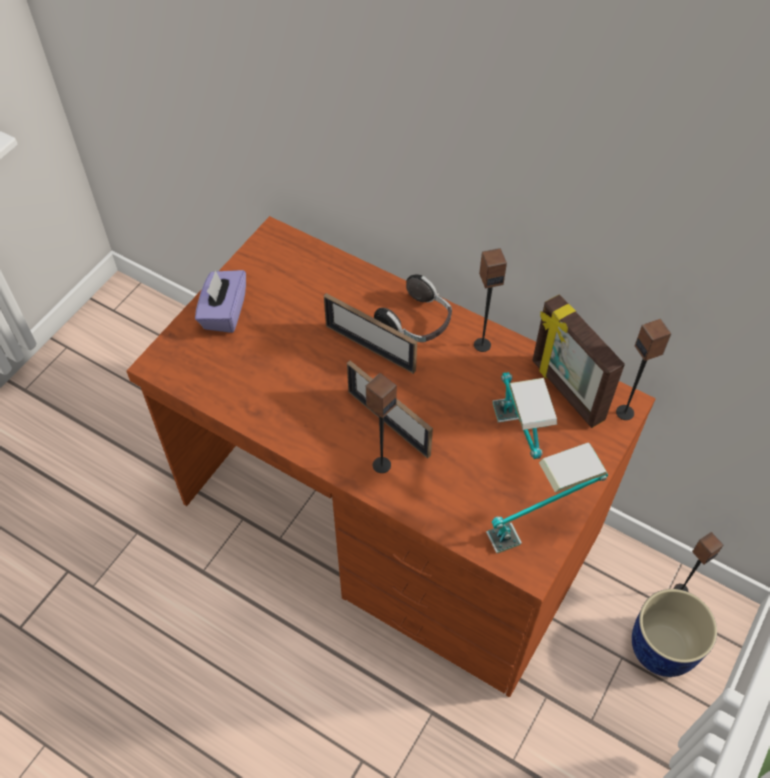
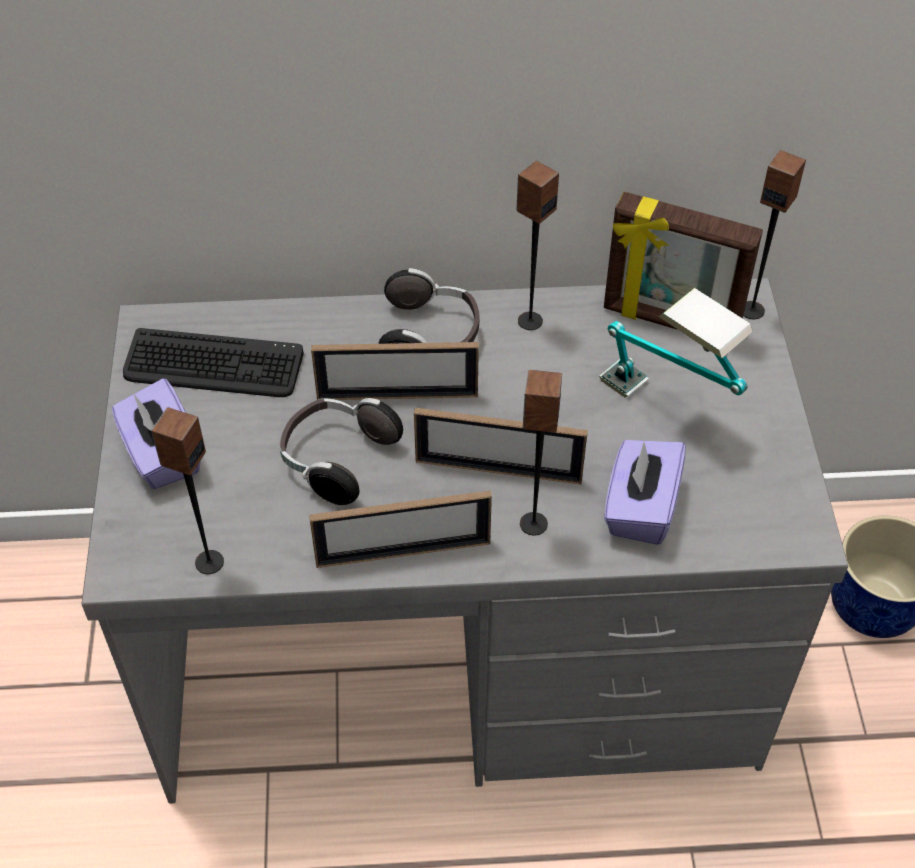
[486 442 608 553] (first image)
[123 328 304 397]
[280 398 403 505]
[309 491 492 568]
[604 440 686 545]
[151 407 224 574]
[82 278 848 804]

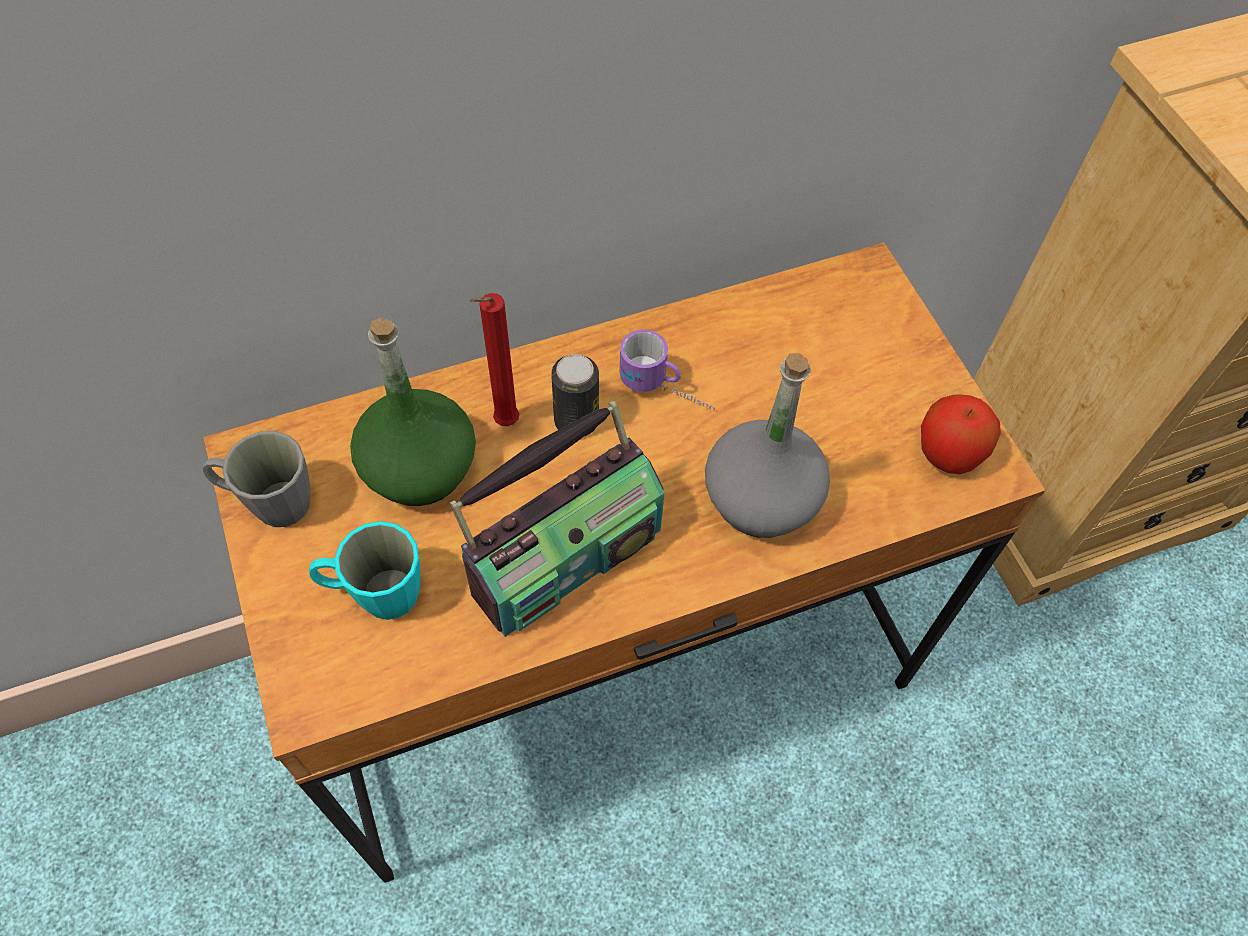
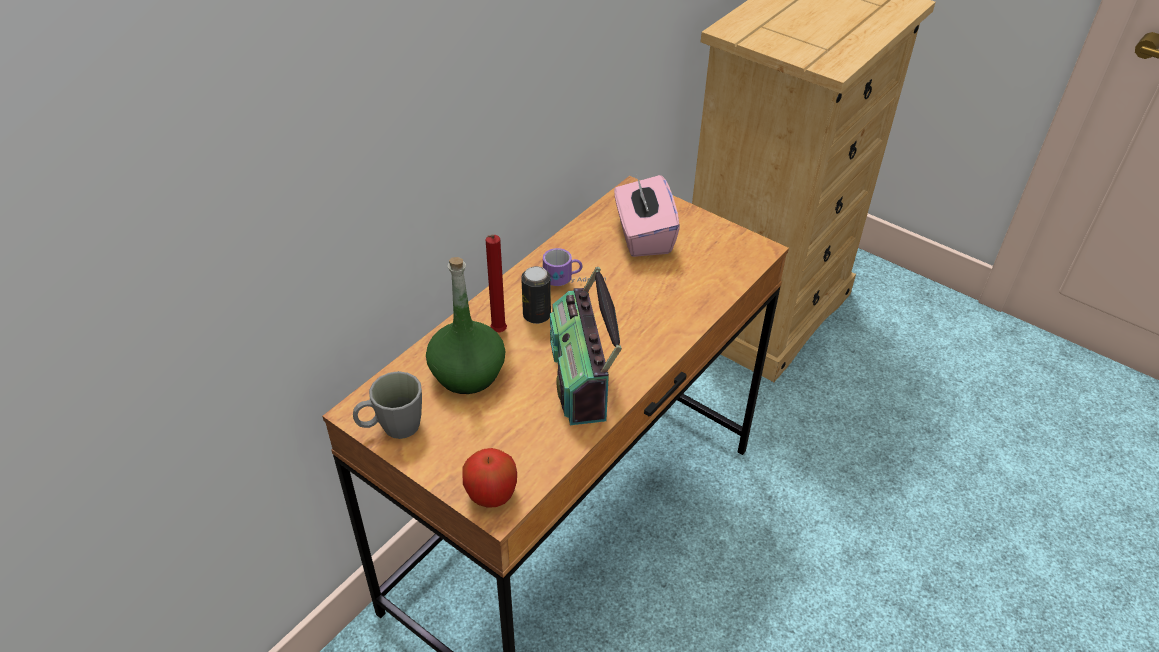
[309 521 420 620] (first image)
[705 353 830 538] (first image)
[614 175 680 257]
[463 448 517 507]
[550 267 622 425]

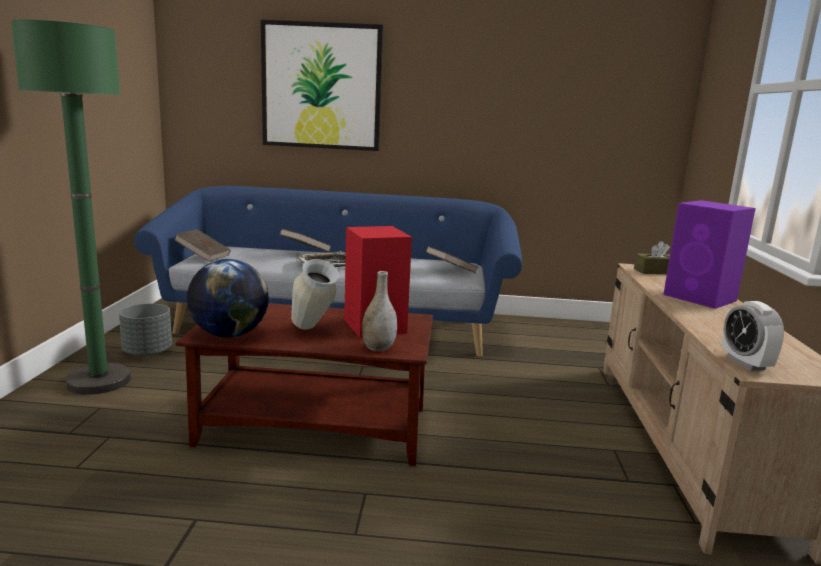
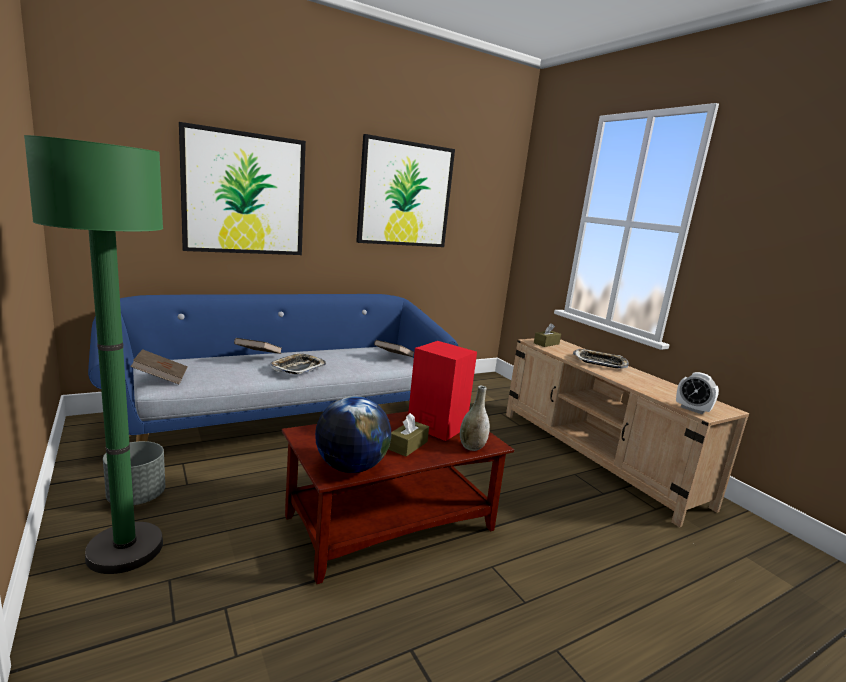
[356 134 455 247]
[388 413 429 456]
[573 349 629 368]

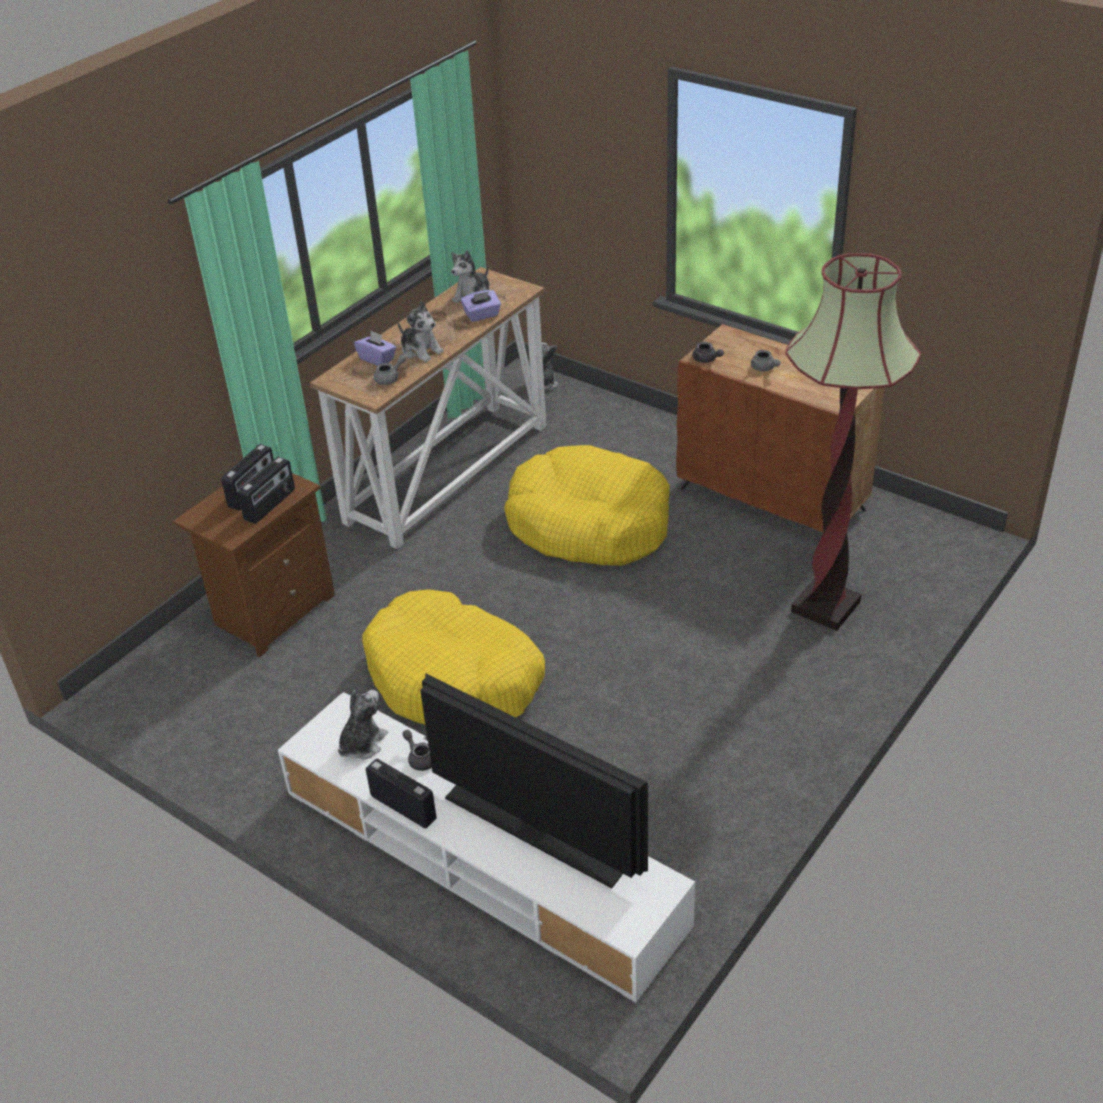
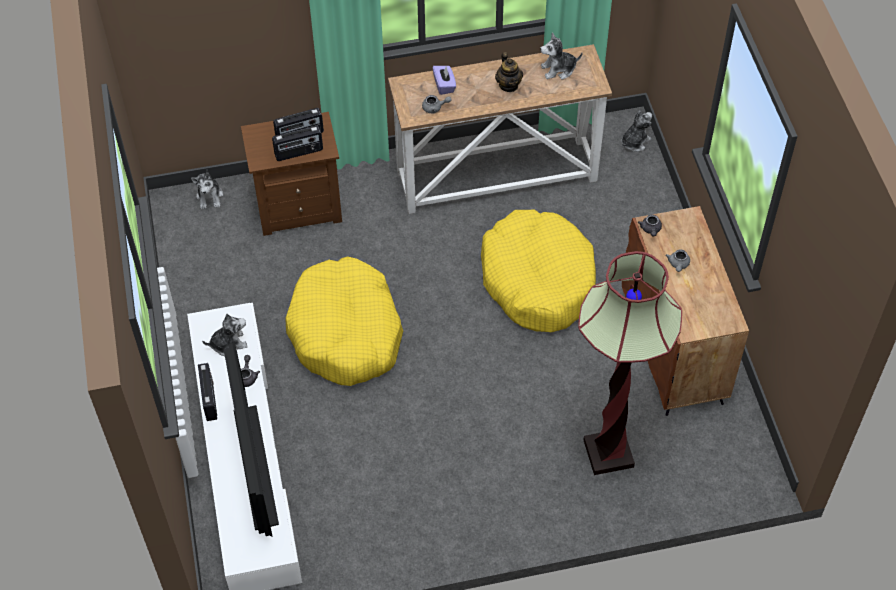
[461 290 501 322] (first image)
[495 52 523 92]
[191 170 223 209]

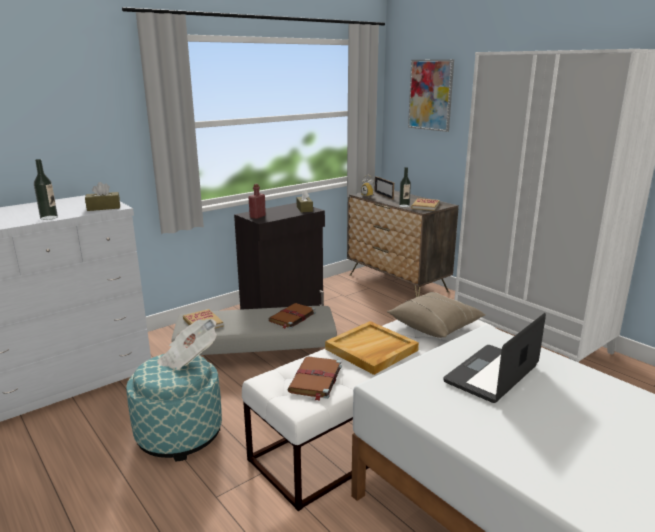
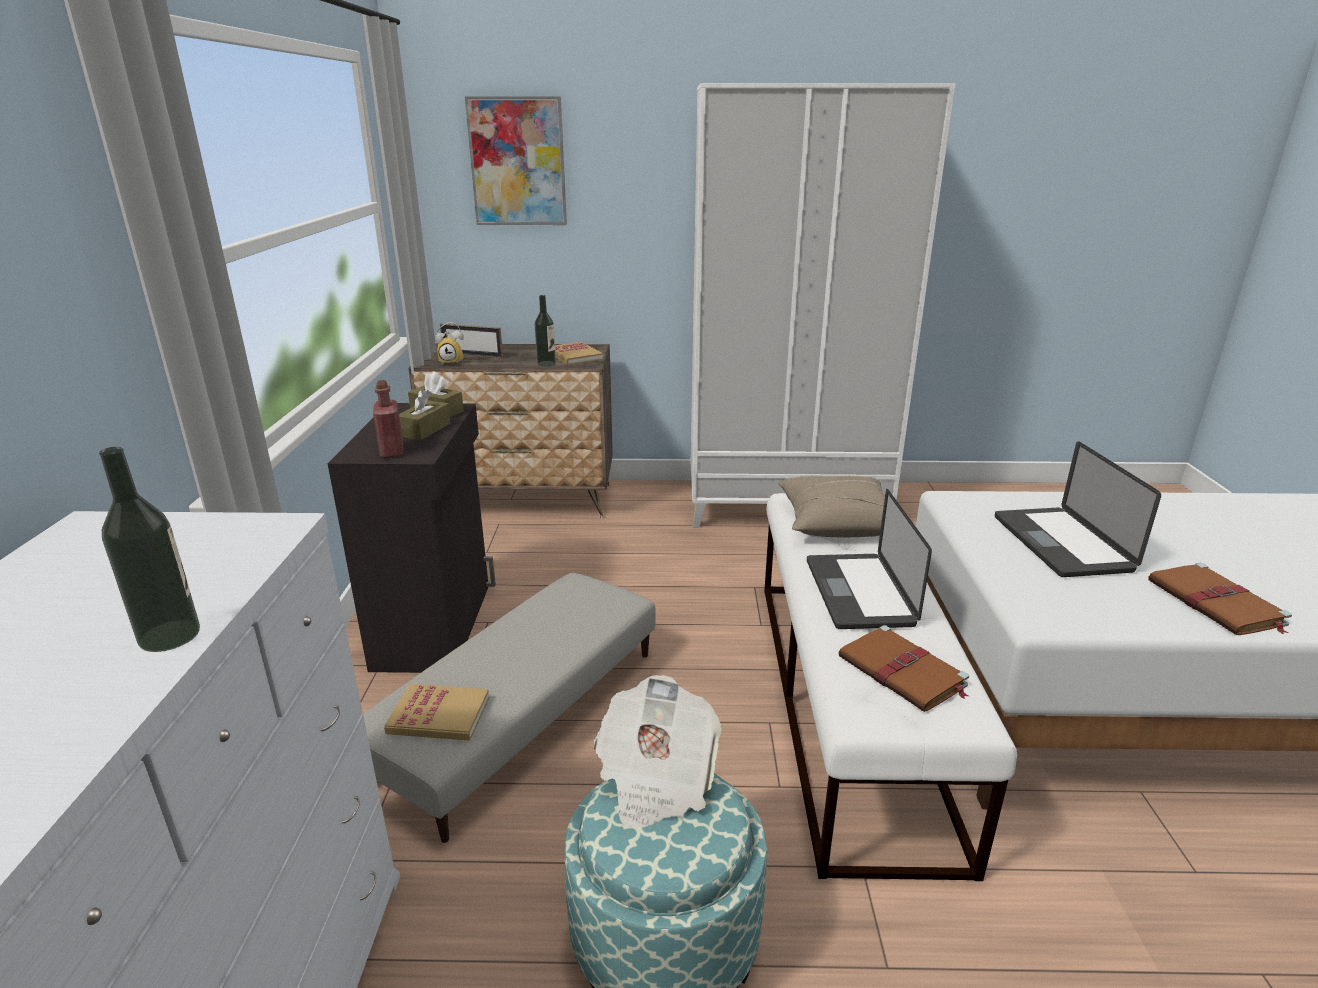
[399 389 451 440]
[1148 563 1292 635]
[807 489 932 629]

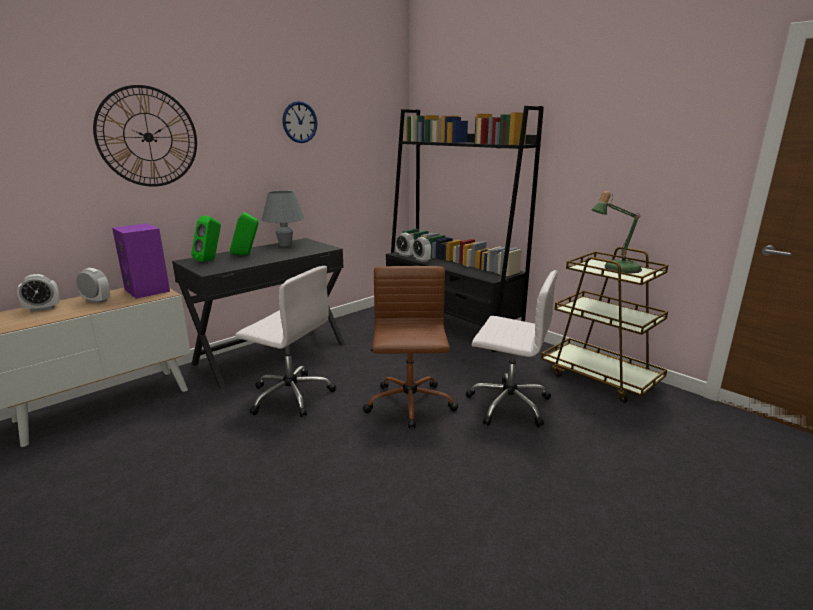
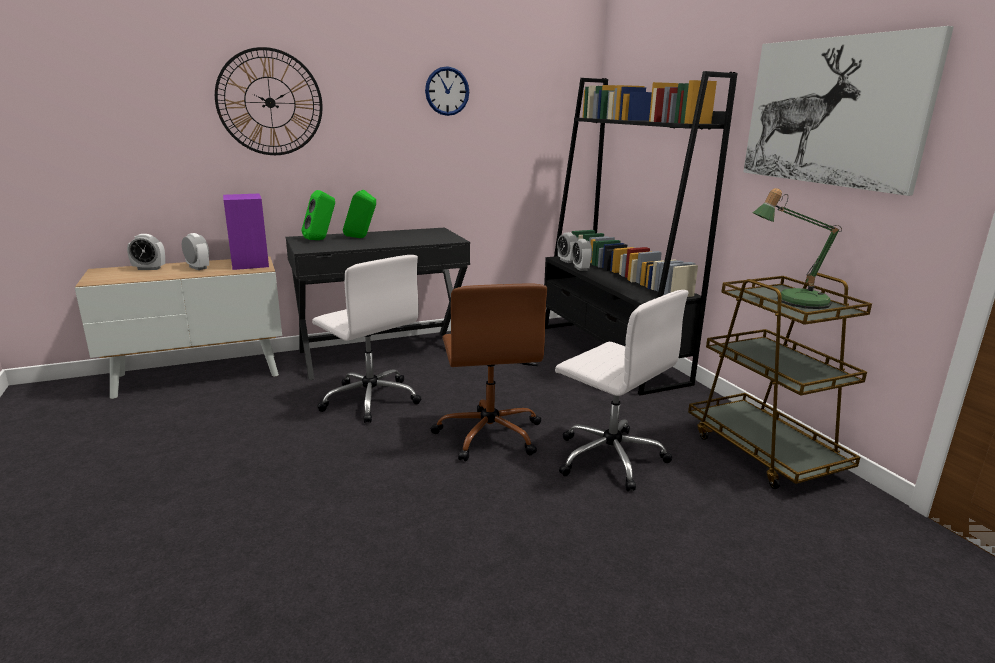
[262 190 304 246] (first image)
[743 26 954 196]
[431 283 547 461]

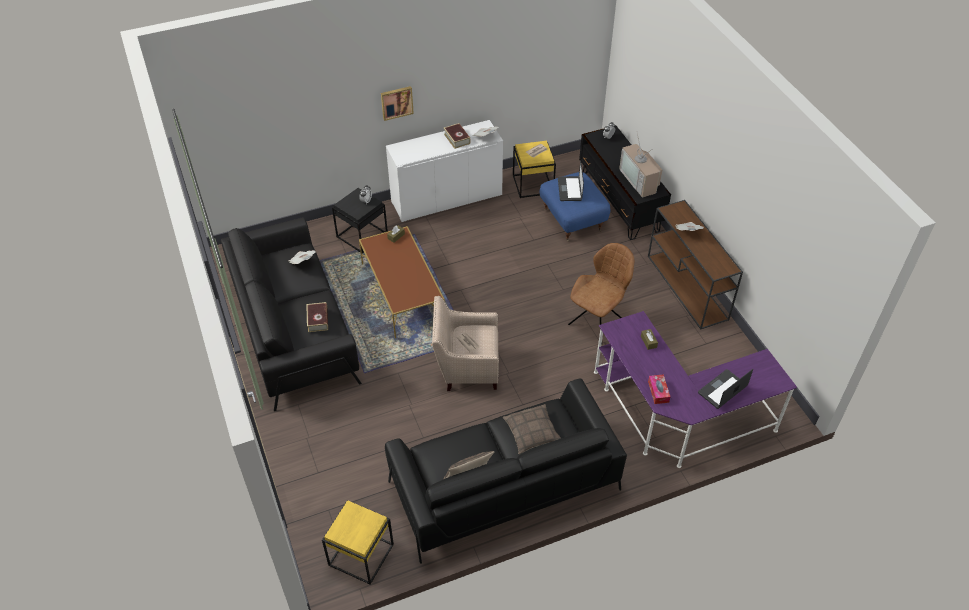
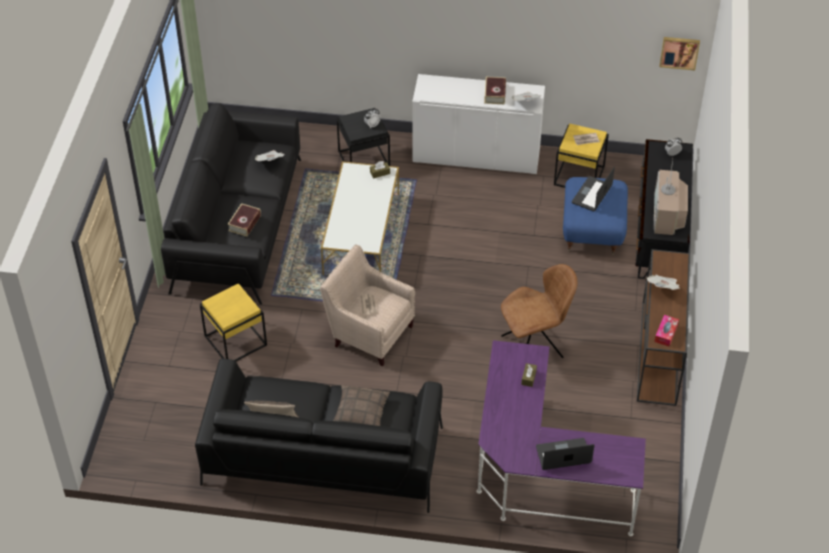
[200 283 267 361]
[660 37 700 70]
[654 315 679 346]
[321 161 399 275]

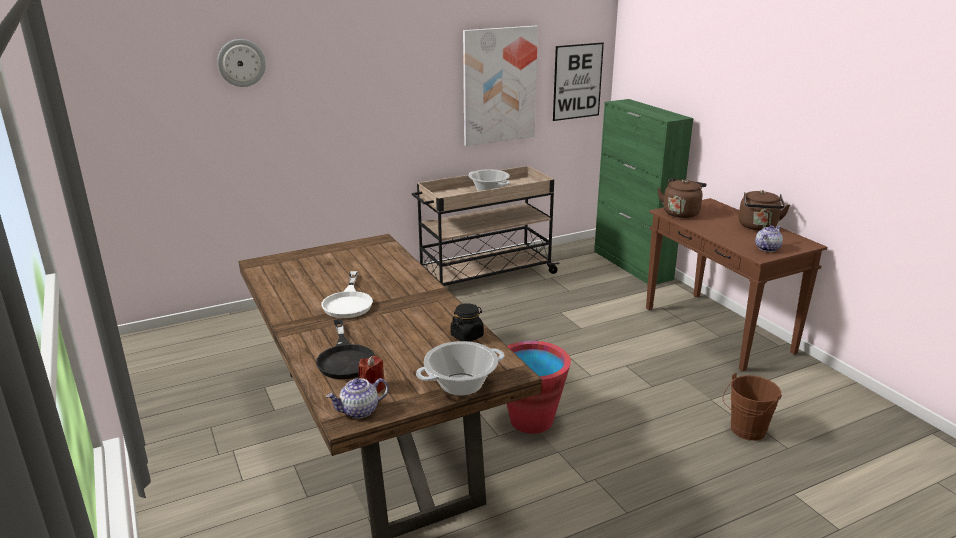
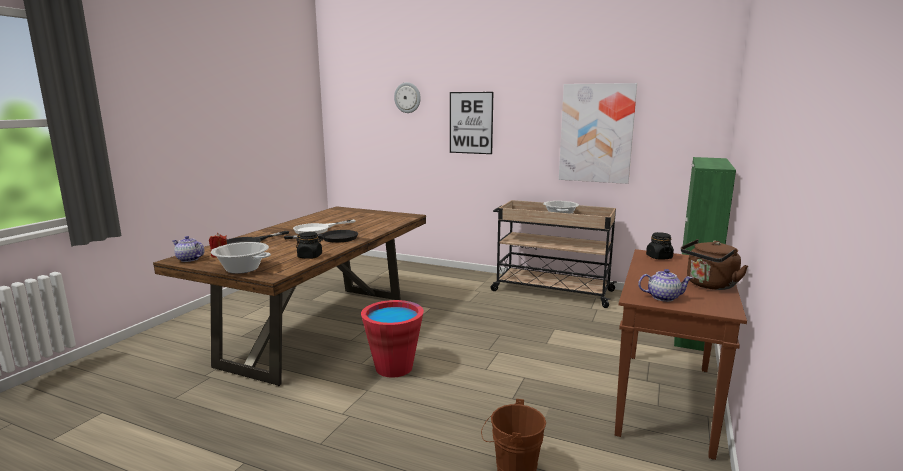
[284 230 358 243]
[450 92 493 154]
[646 232 674 260]

